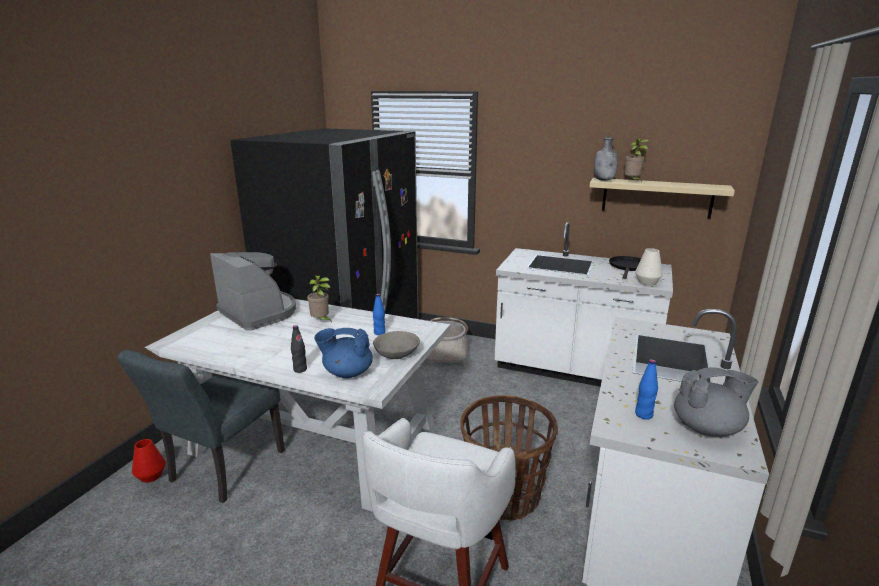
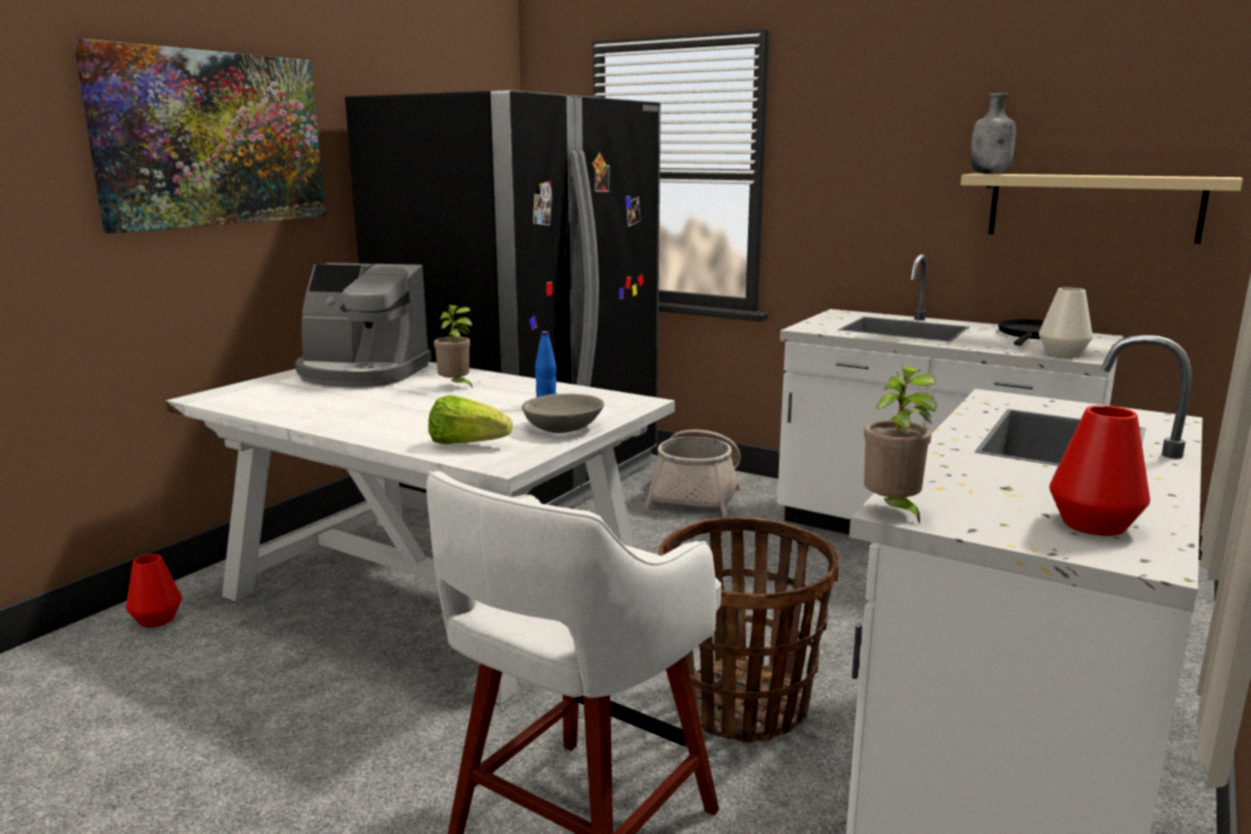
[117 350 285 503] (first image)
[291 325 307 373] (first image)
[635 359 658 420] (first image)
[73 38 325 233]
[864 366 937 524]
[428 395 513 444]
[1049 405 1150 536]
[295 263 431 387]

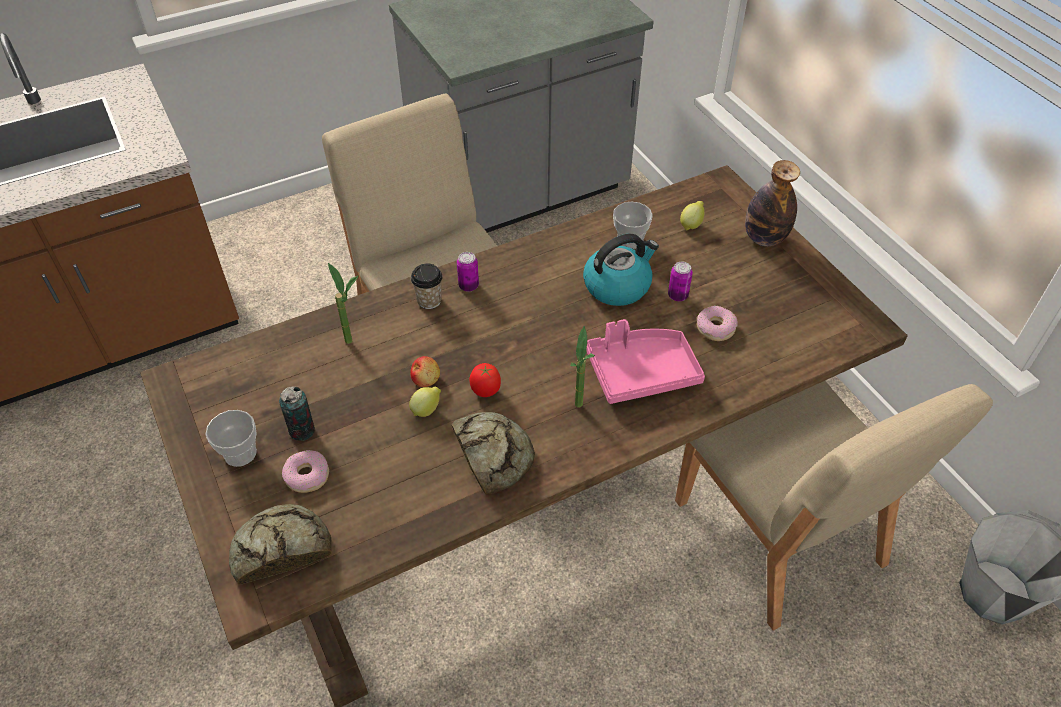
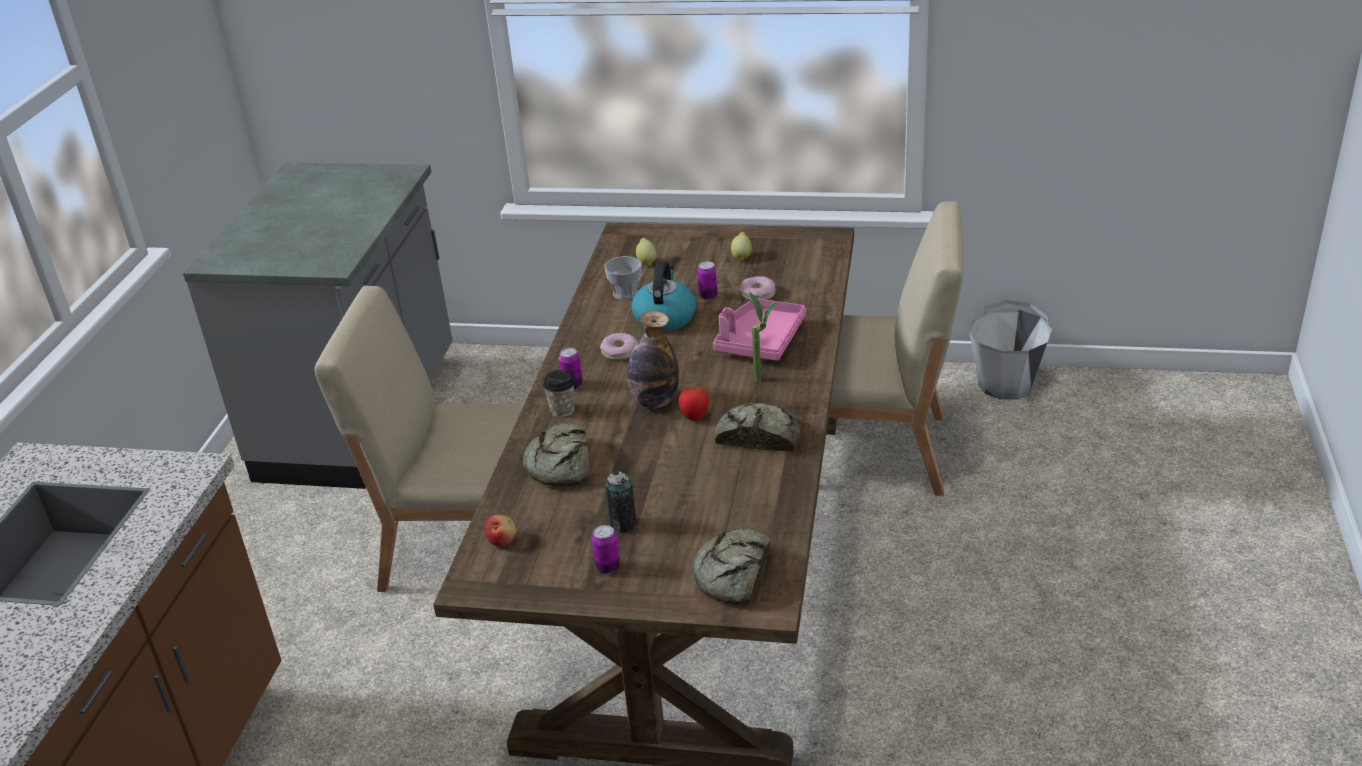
[600 333 638 360]
[731 232 752 261]
[484 515 516 546]
[627 311 679 408]
[592 525 620 574]
[523 423 589 487]

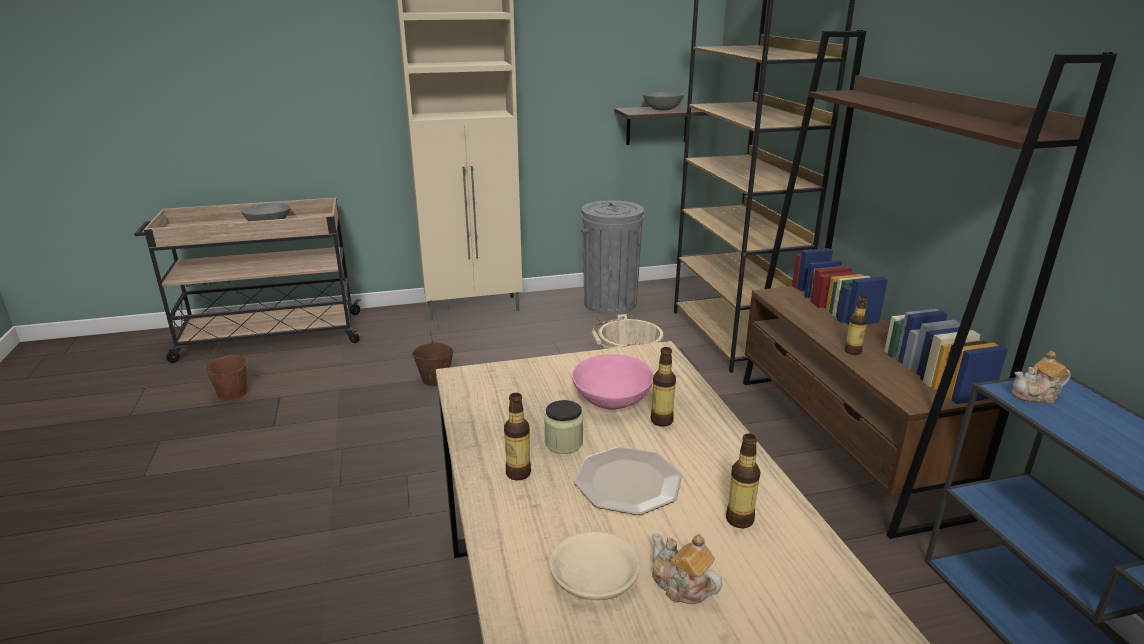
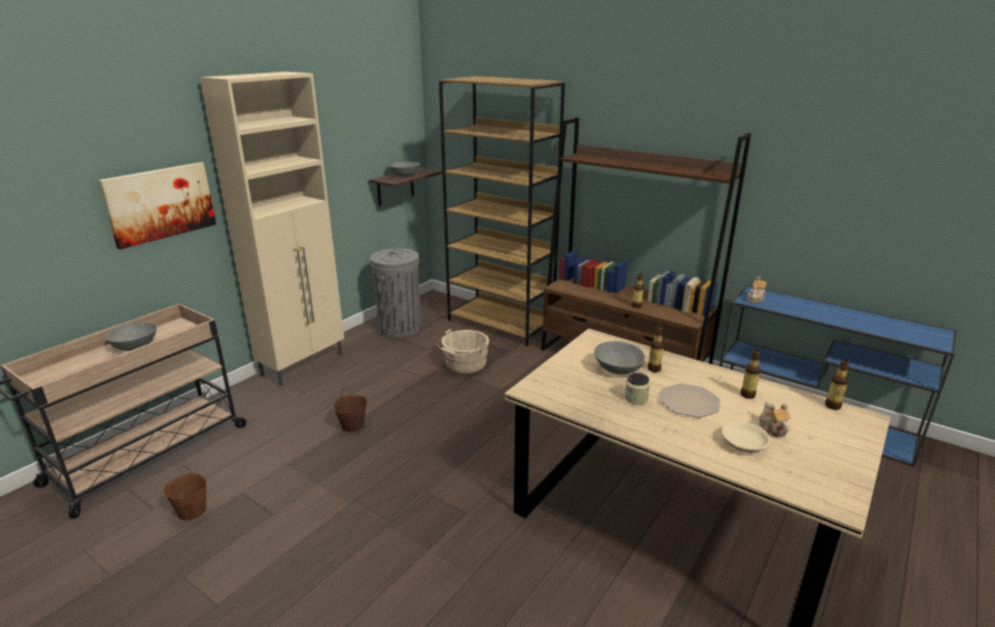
[98 162 216 249]
[825 359 849 410]
[594 341 645 375]
[759 402 791 437]

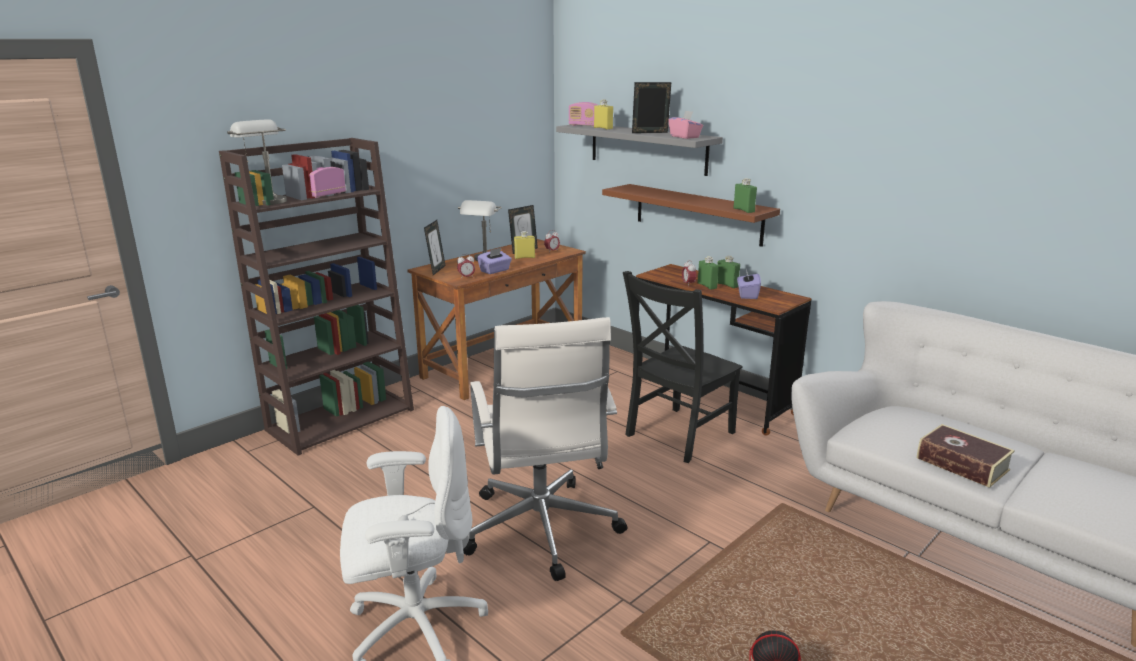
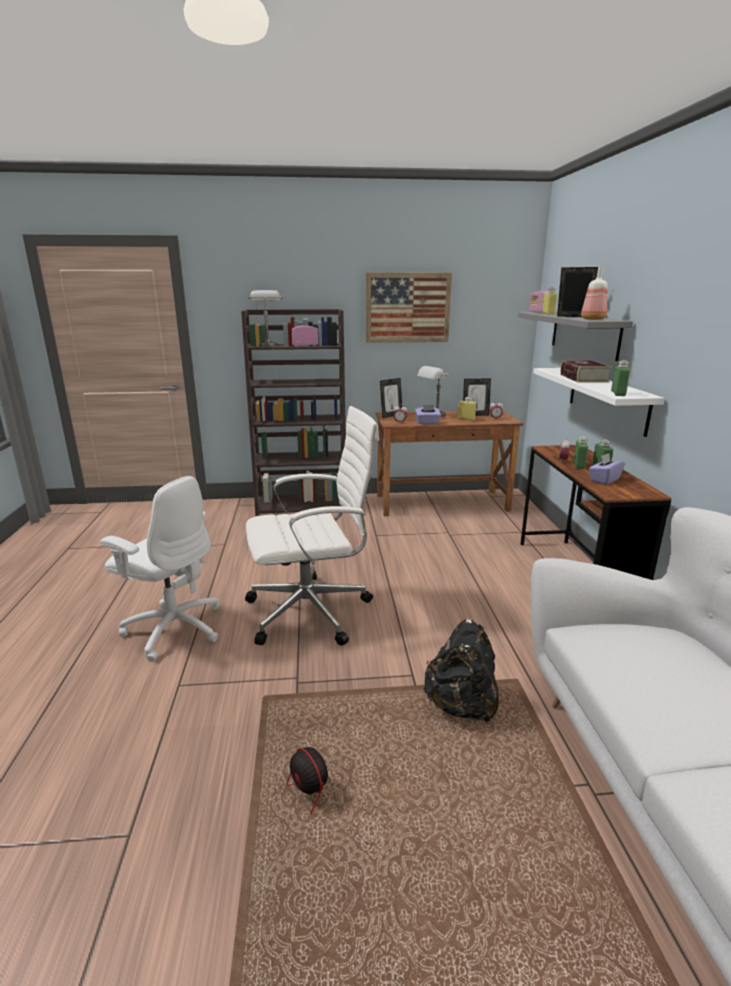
[623 271 743 463] (first image)
[366 272 452 343]
[424 619 499 723]
[560 360 612 382]
[581 266 608 320]
[533 368 665 437]
[245 406 379 646]

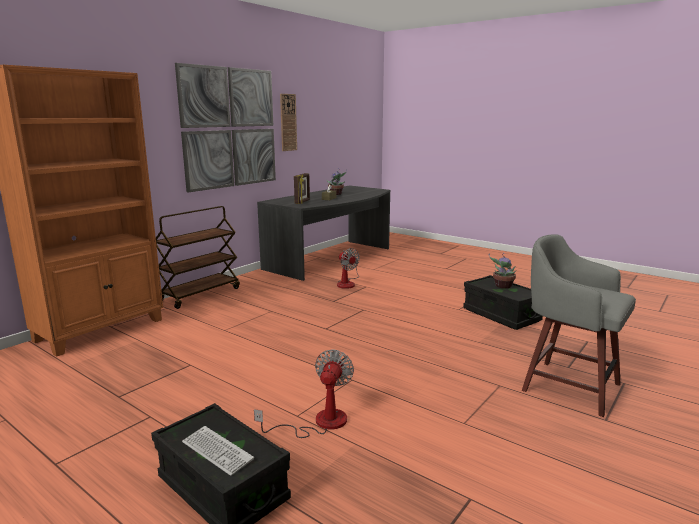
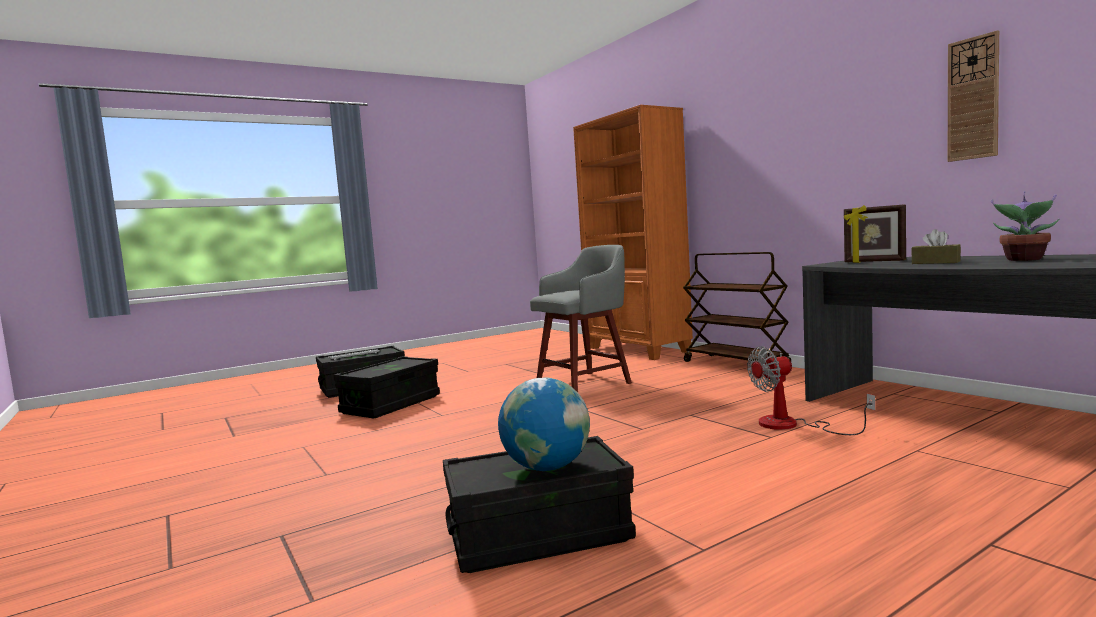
[175 63 276 192] (first image)
[530 245 632 392]
[334 356 440 418]
[498 378 590 471]

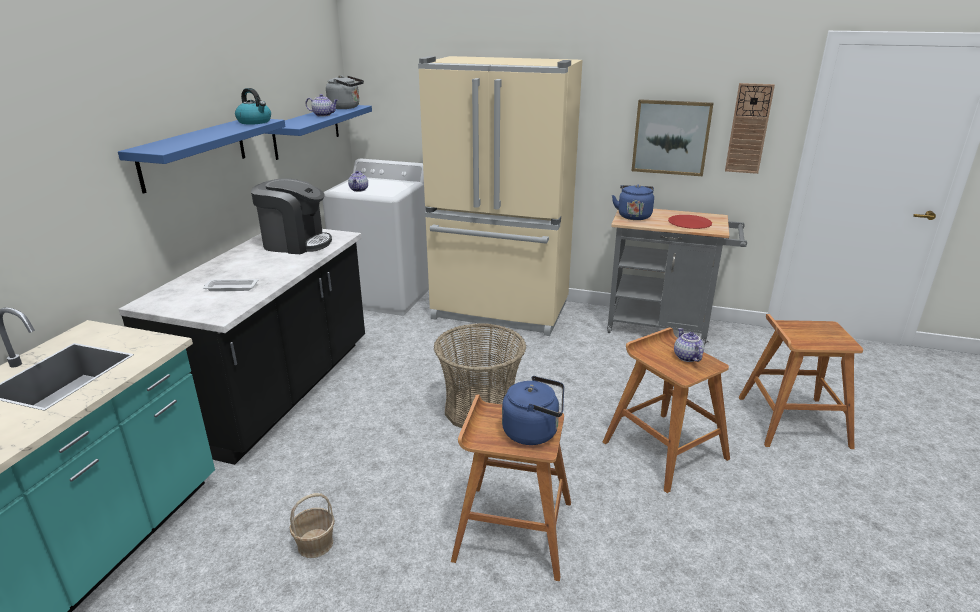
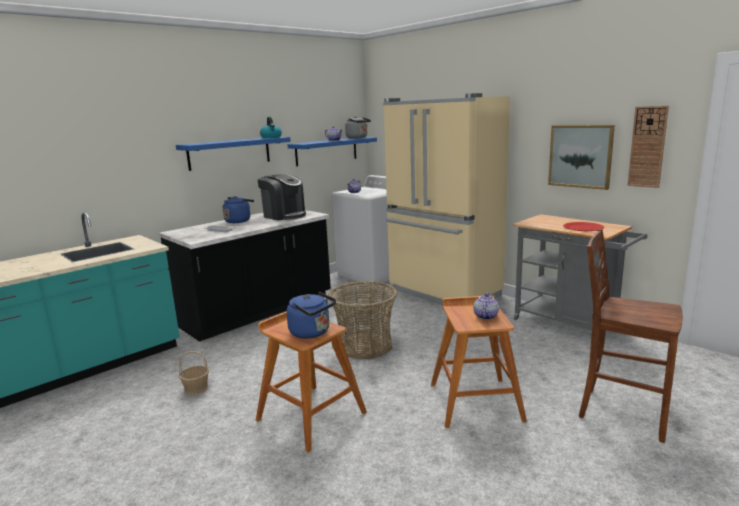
[223 196 254 223]
[579 229 683 443]

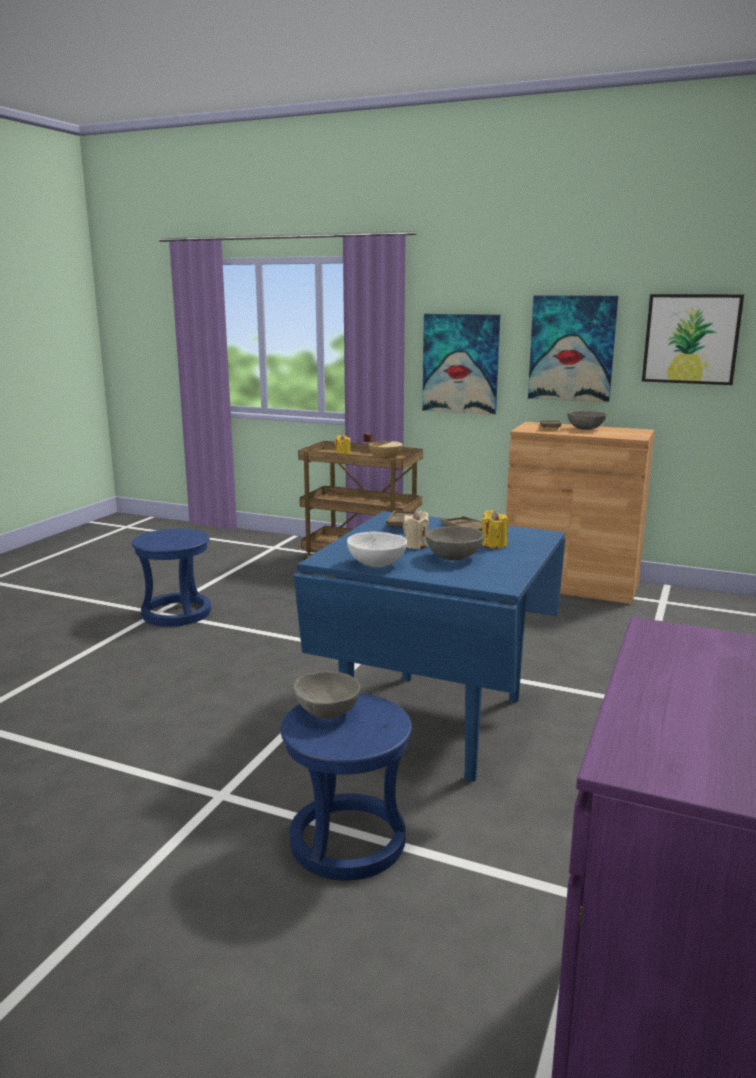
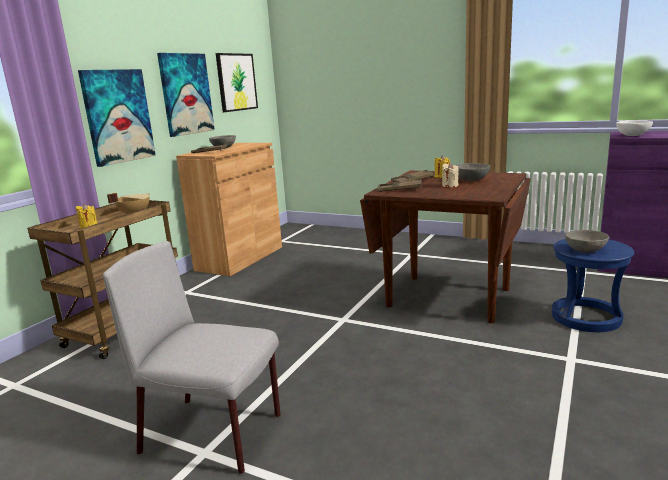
[616 120 653 136]
[103 241 281 474]
[360 171 531 323]

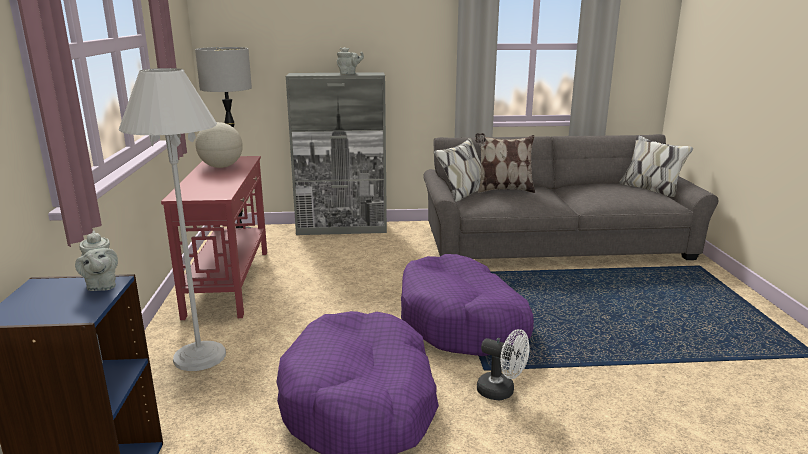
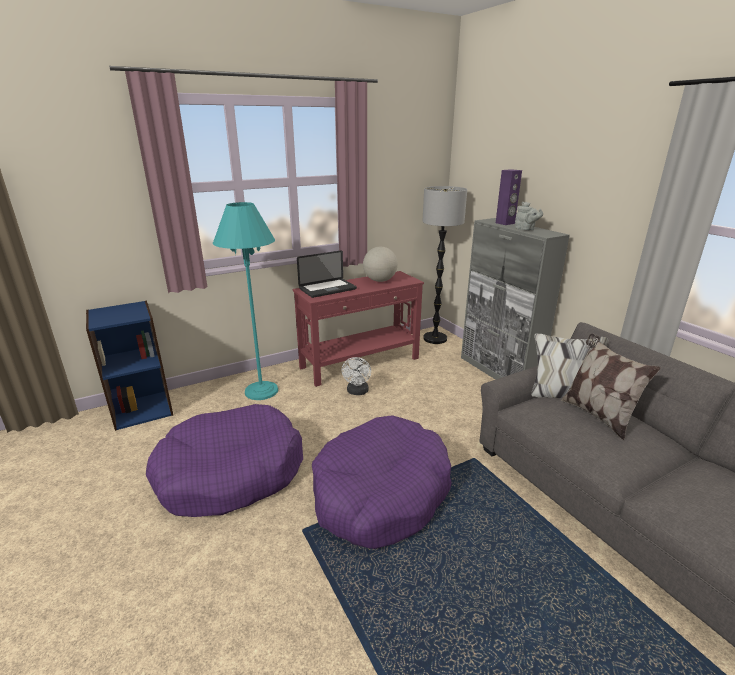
[75 231 118 291] (first image)
[297 251 357 298]
[496 169 522 225]
[342 357 371 395]
[213 202 278 400]

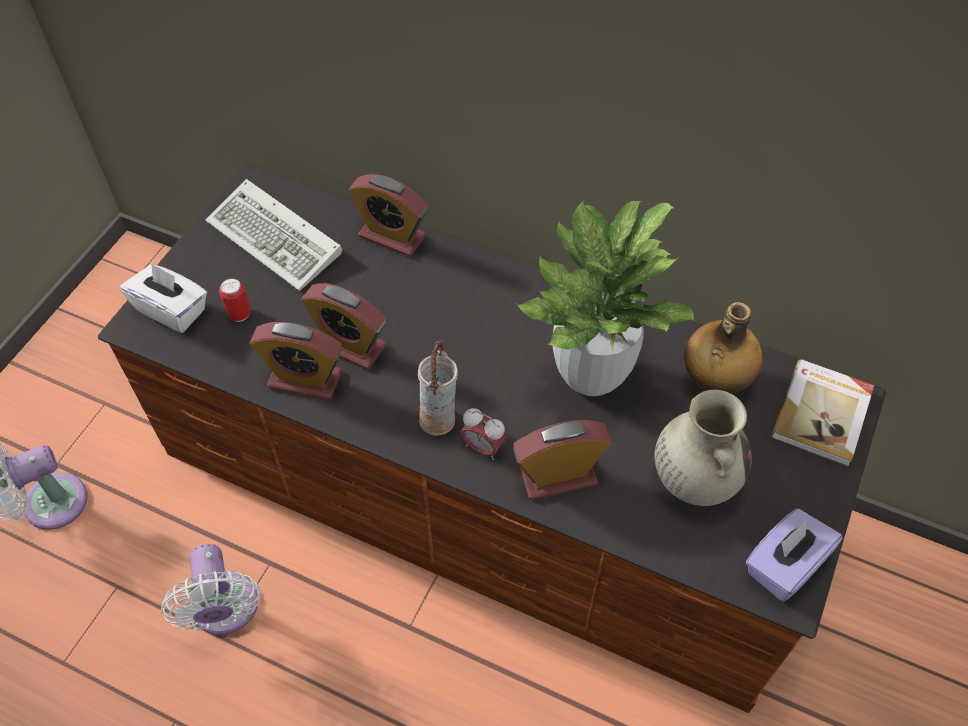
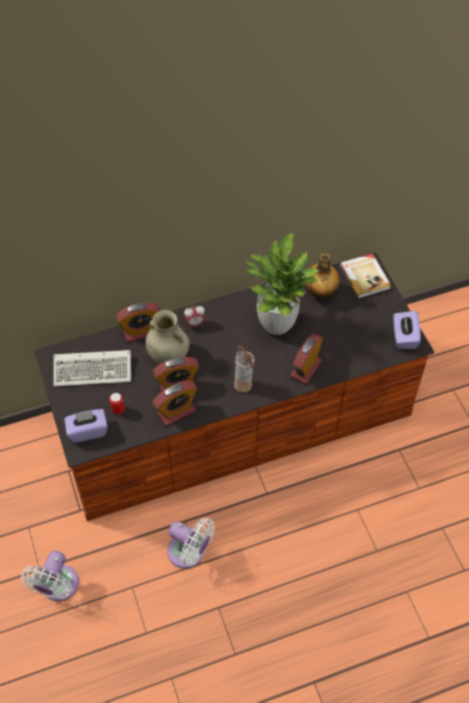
[184 306 205 328]
[146 310 190 364]
[64 409 108 443]

